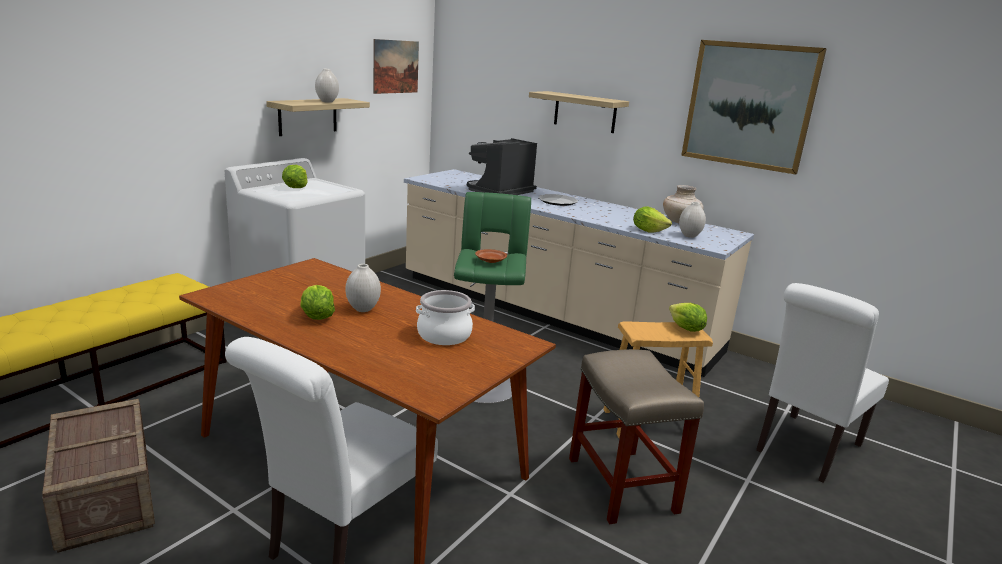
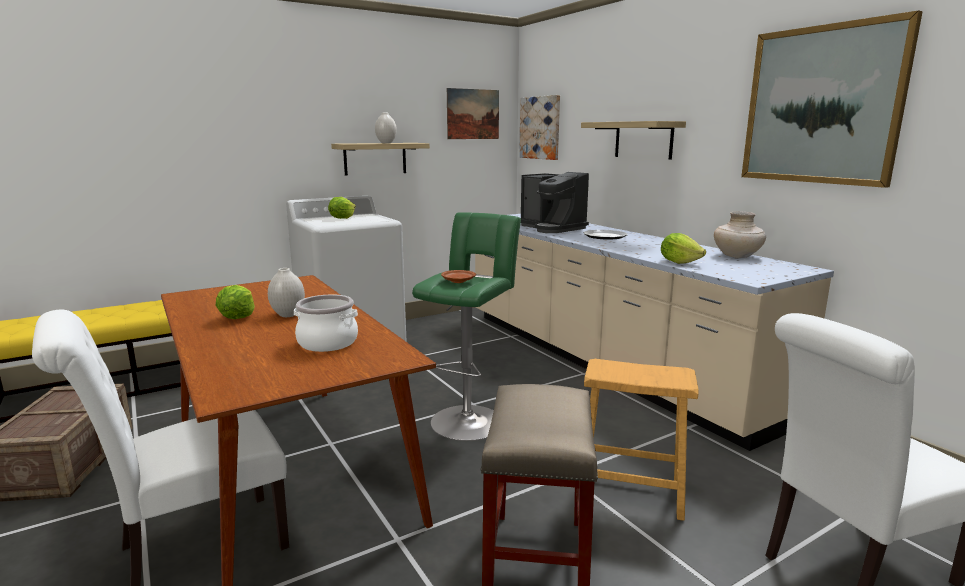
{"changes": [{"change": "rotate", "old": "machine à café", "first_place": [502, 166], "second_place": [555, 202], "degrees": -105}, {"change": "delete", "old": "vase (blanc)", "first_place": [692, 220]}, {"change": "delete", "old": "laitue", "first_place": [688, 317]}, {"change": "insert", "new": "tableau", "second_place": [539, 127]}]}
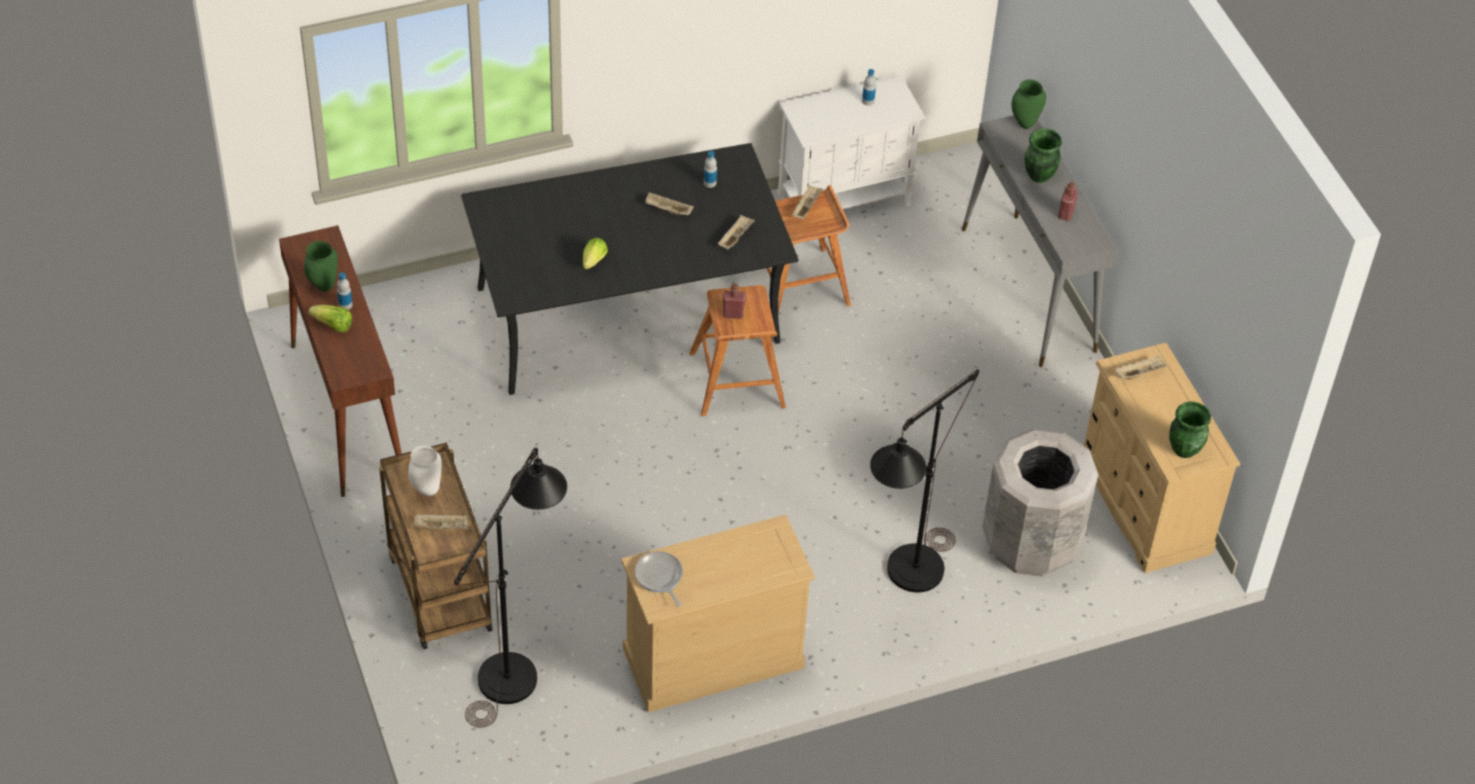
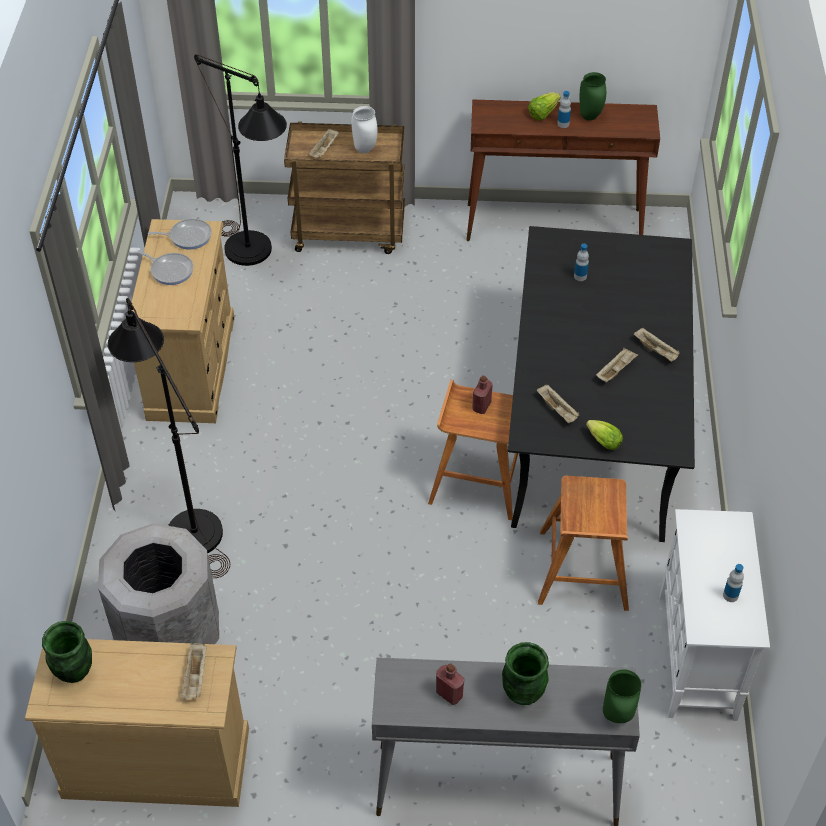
{"changes": [{"change": "move", "old": "bouteille", "first_place": [710, 169], "second_place": [581, 262]}, {"change": "move", "old": "plateau (beige)", "first_place": [807, 202], "second_place": [657, 345]}, {"change": "move", "old": "laitue", "first_place": [595, 254], "second_place": [604, 435]}, {"change": "insert", "new": "poêle", "second_place": [165, 267]}]}
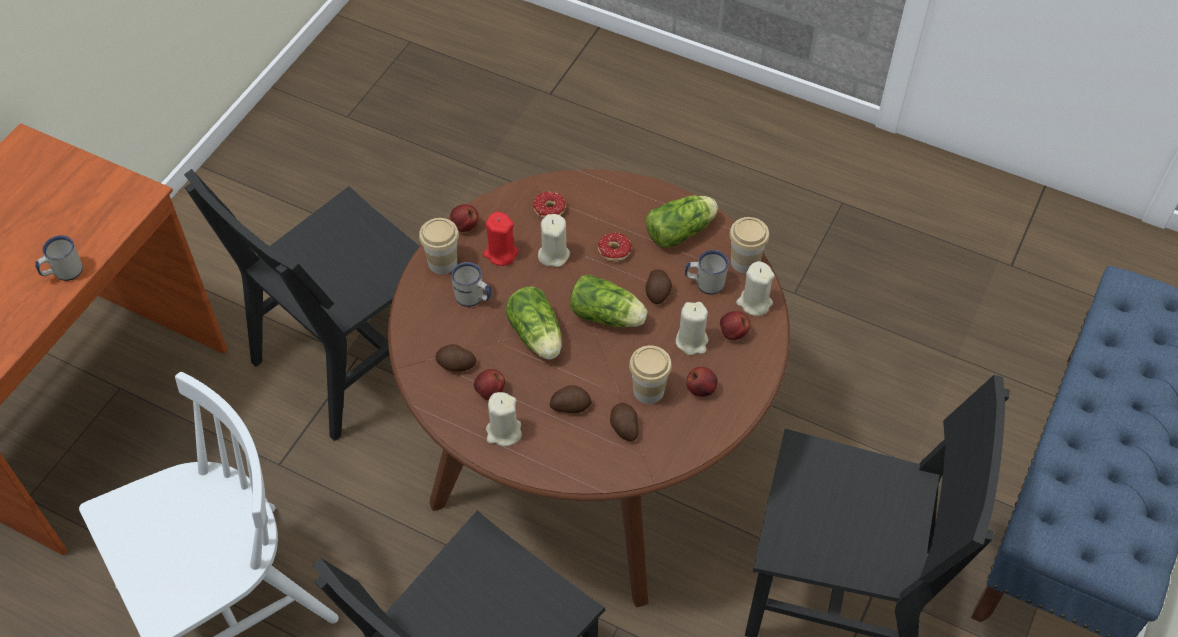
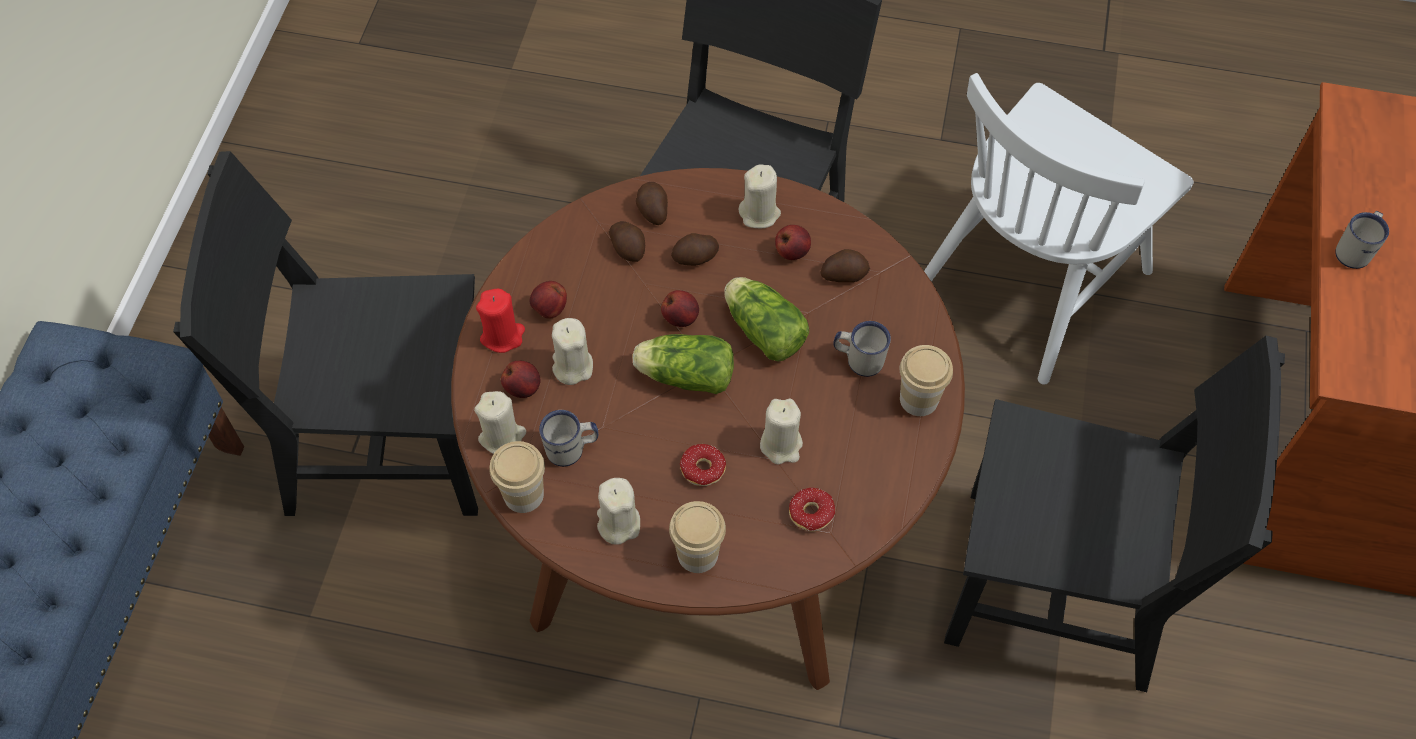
{"changes": [{"change": "rotate", "old": "chaise (noir)", "first_place": [301, 305], "second_place": [1114, 514], "degrees": 75}, {"change": "replace", "old": "laitue", "new": "bougie (beige)", "first_place": [682, 221], "second_place": [618, 511]}, {"change": "move", "old": "pomme", "first_place": [464, 218], "second_place": [680, 308]}, {"change": "move", "old": "bougie (rouge)", "first_place": [501, 239], "second_place": [500, 321]}, {"change": "move", "old": "pomme de terre", "first_place": [659, 286], "second_place": [652, 203]}, {"change": "move", "old": "tasse", "first_place": [650, 374], "second_place": [697, 537]}]}
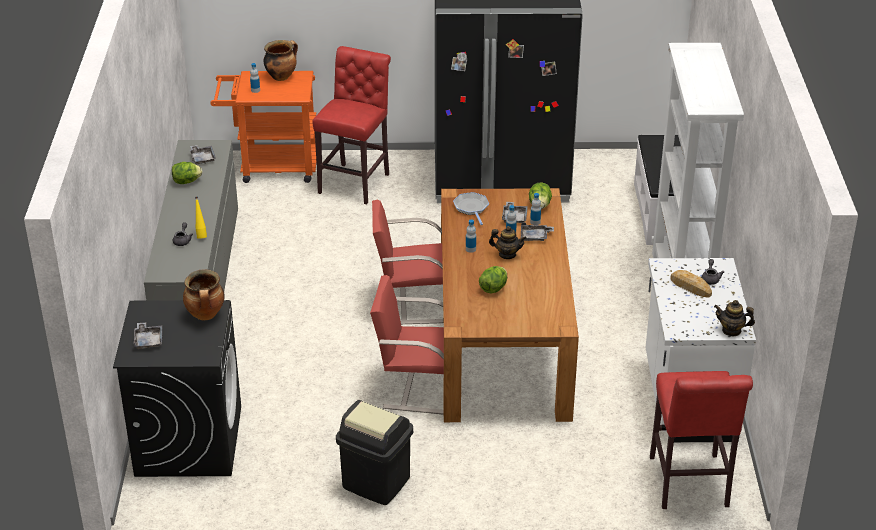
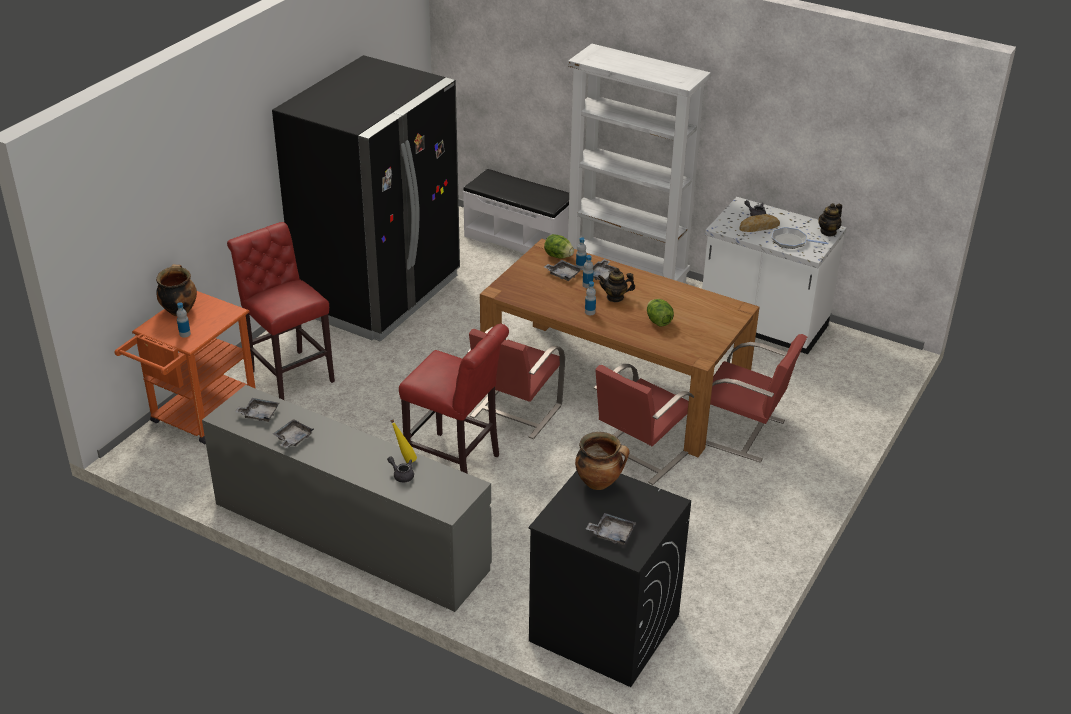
{"changes": [{"change": "replace", "old": "laitue", "new": "plateau (gris)", "first_place": [187, 173], "second_place": [293, 433]}, {"change": "move", "old": "poêle", "first_place": [471, 208], "second_place": [800, 238]}, {"change": "rotate", "old": "théière", "first_place": [508, 242], "second_place": [616, 285], "degrees": -135}, {"change": "move", "old": "tabouret (rouge)", "first_place": [701, 440], "second_place": [454, 399]}, {"change": "delete", "old": "poubelle (noir)", "first_place": [374, 452]}, {"change": "insert", "new": "chaise (rouge)", "second_place": [756, 398]}]}
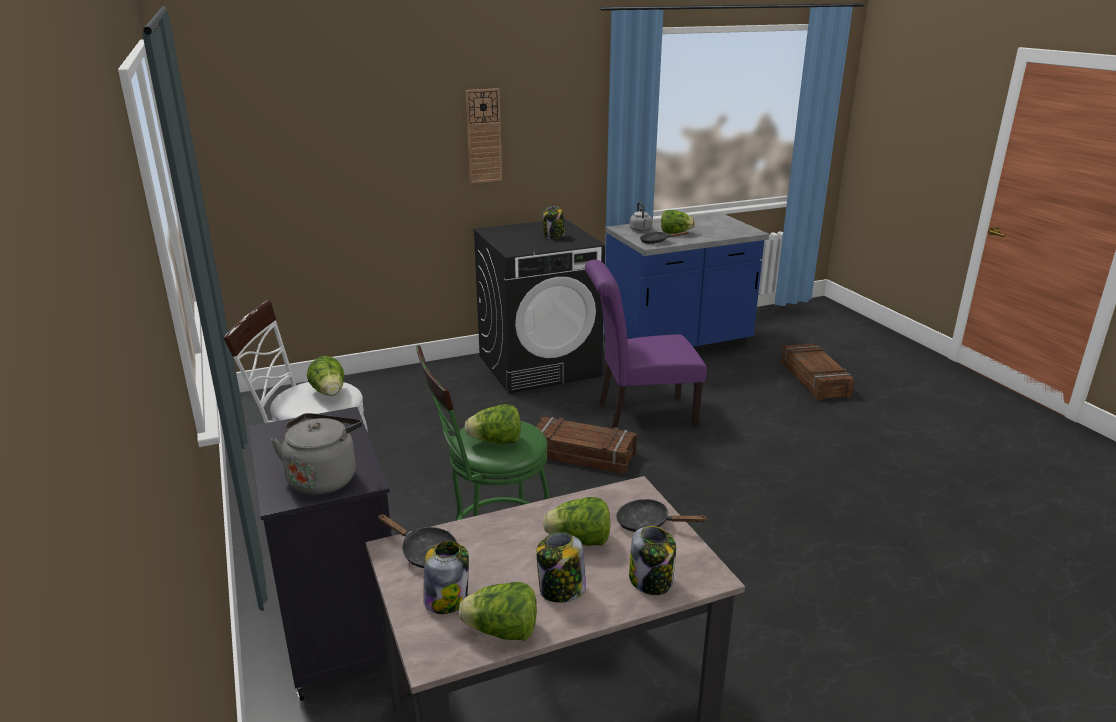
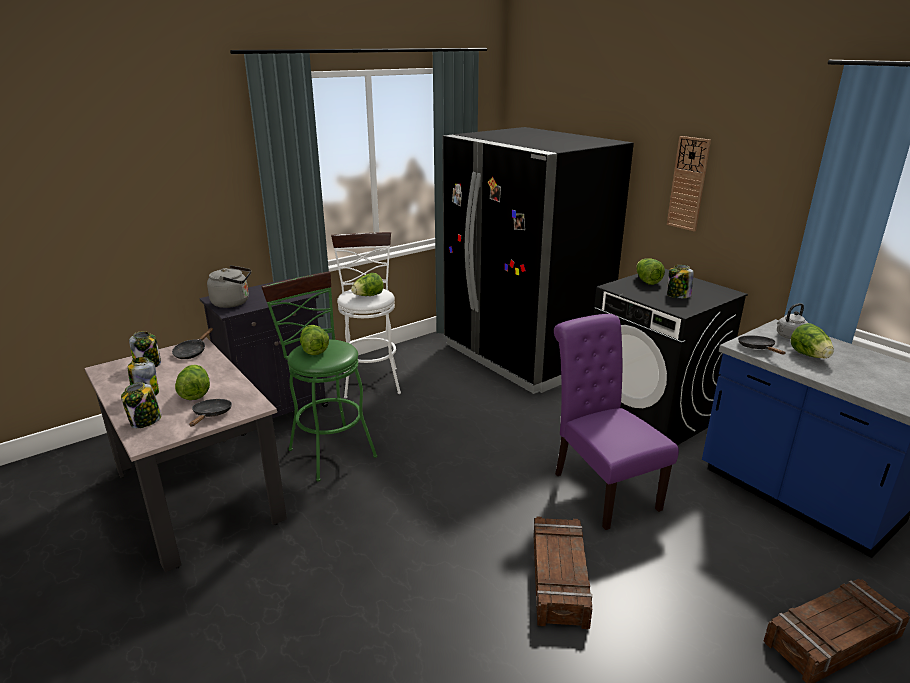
{"changes": [{"change": "move", "old": "caisse", "first_place": [586, 445], "second_place": [562, 573]}, {"change": "move", "old": "laitue", "first_place": [498, 611], "second_place": [650, 271]}, {"change": "insert", "new": "réfrigérateur (noir)", "second_place": [538, 260]}]}
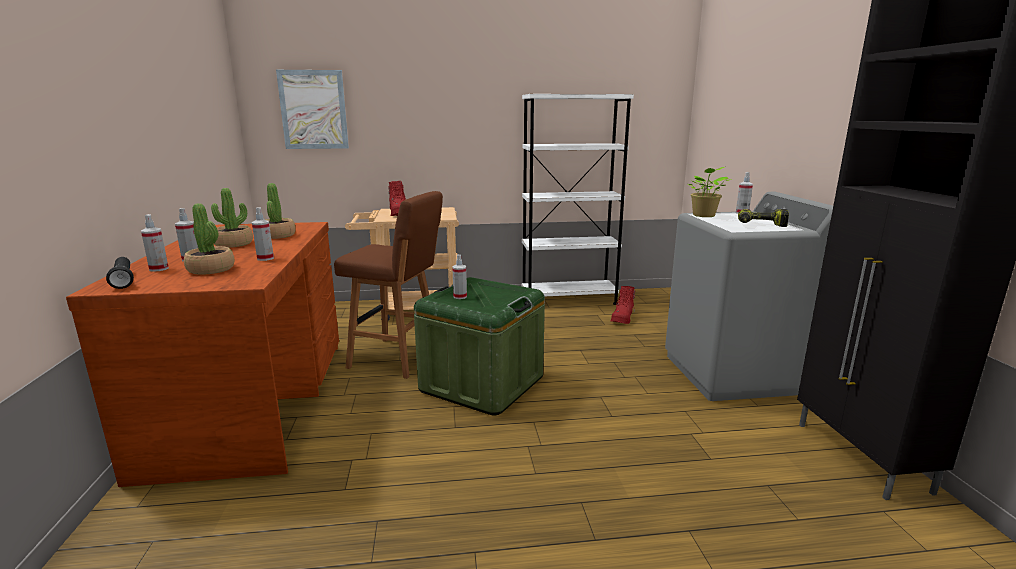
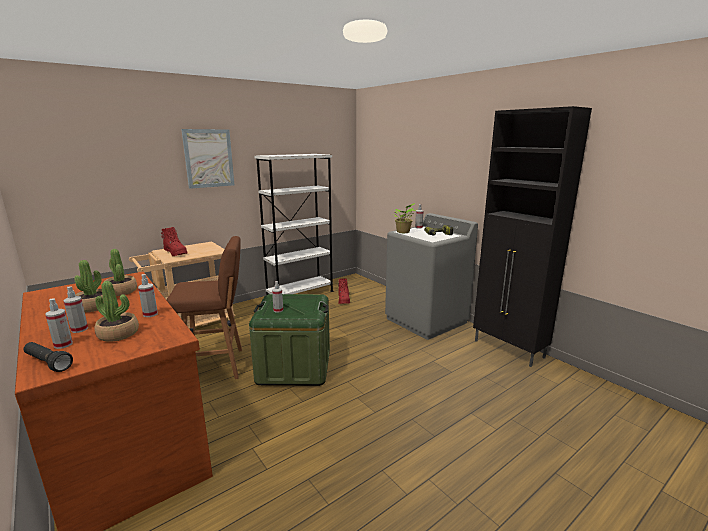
{"changes": [{"change": "move", "old": "tableau", "first_place": [312, 109], "second_place": [207, 159]}]}
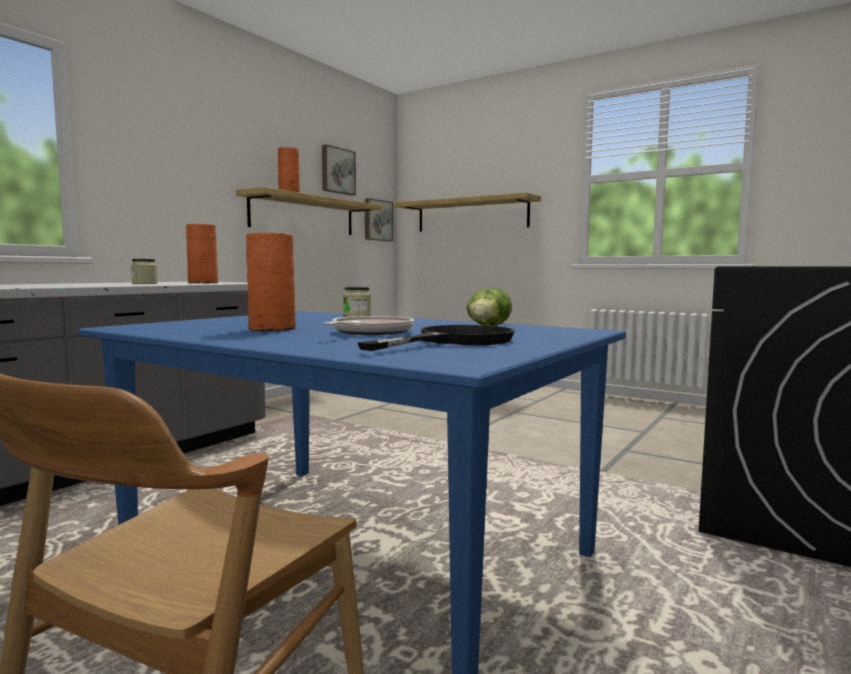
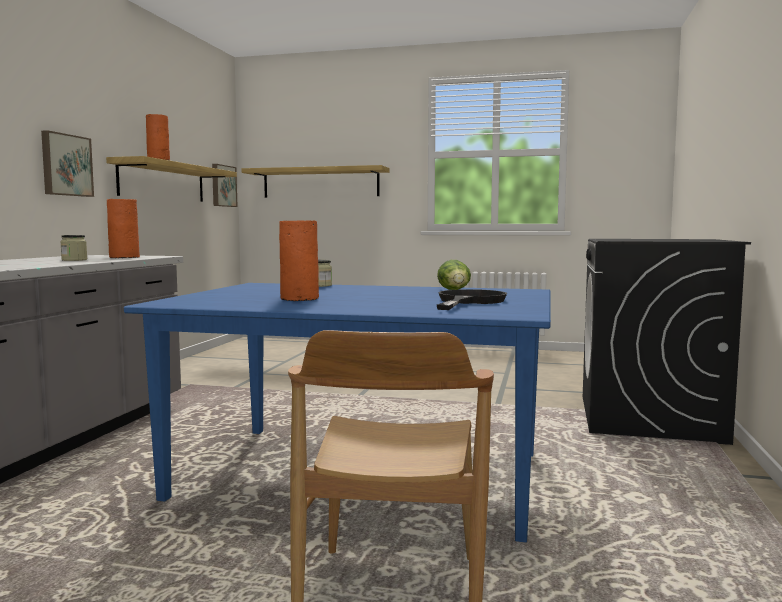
{"changes": [{"change": "move", "old": "tableau", "first_place": [339, 169], "second_place": [67, 163]}, {"change": "delete", "old": "poêle", "first_place": [369, 325]}]}
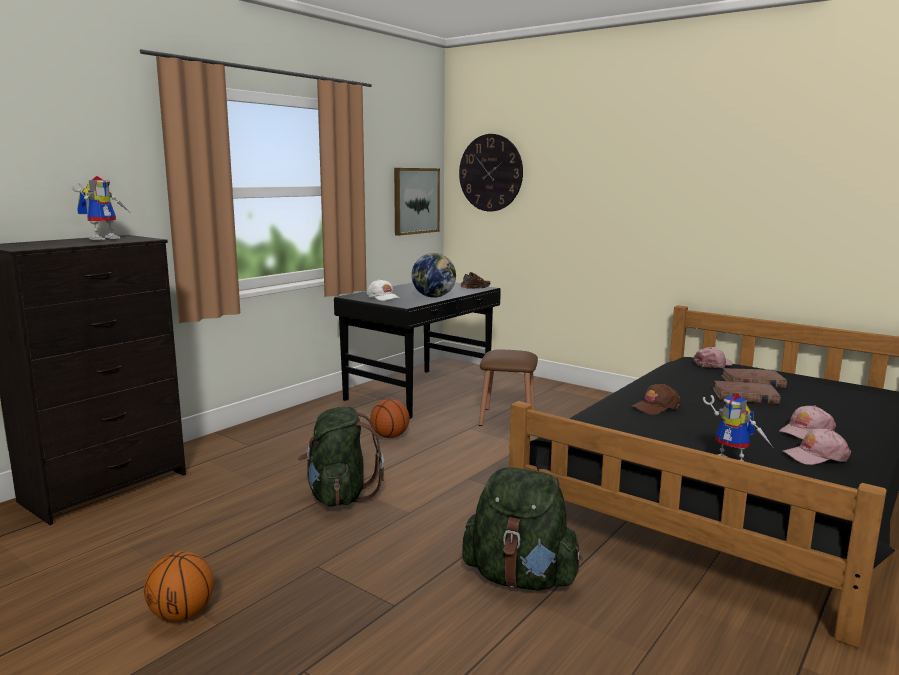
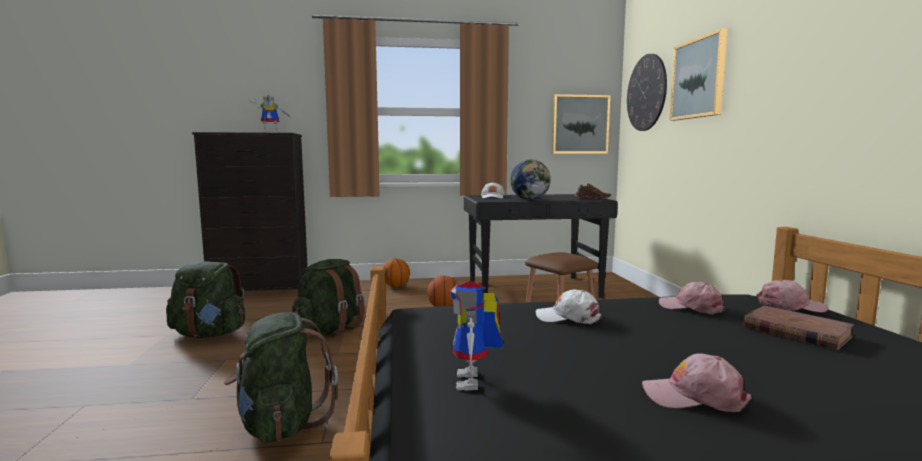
{"changes": [{"change": "delete", "old": "livre (marron)", "first_place": [746, 392]}, {"change": "recolor", "old": "casquette (marron)", "new": "casquette (blanc)", "first_place": [656, 399], "second_place": [568, 307]}, {"change": "move", "old": "casquette (rose)", "first_place": [817, 446], "second_place": [692, 298]}, {"change": "move", "old": "ballon de basket", "first_place": [179, 586], "second_place": [397, 272]}, {"change": "insert", "new": "tableau", "second_place": [698, 74]}, {"change": "insert", "new": "sac à dos (vert)", "second_place": [205, 299]}]}
